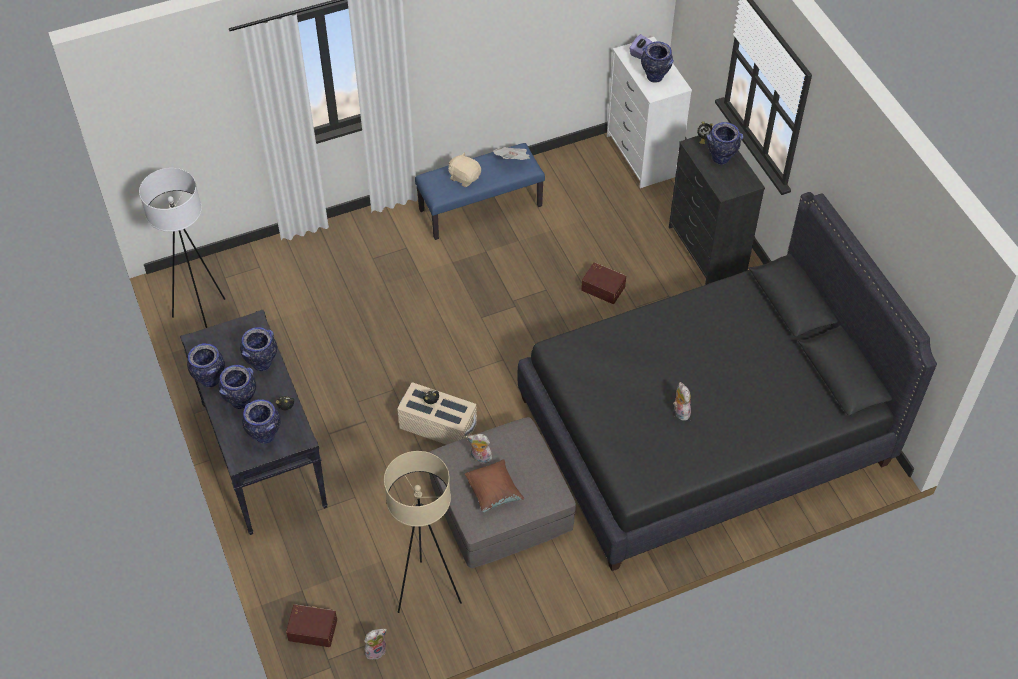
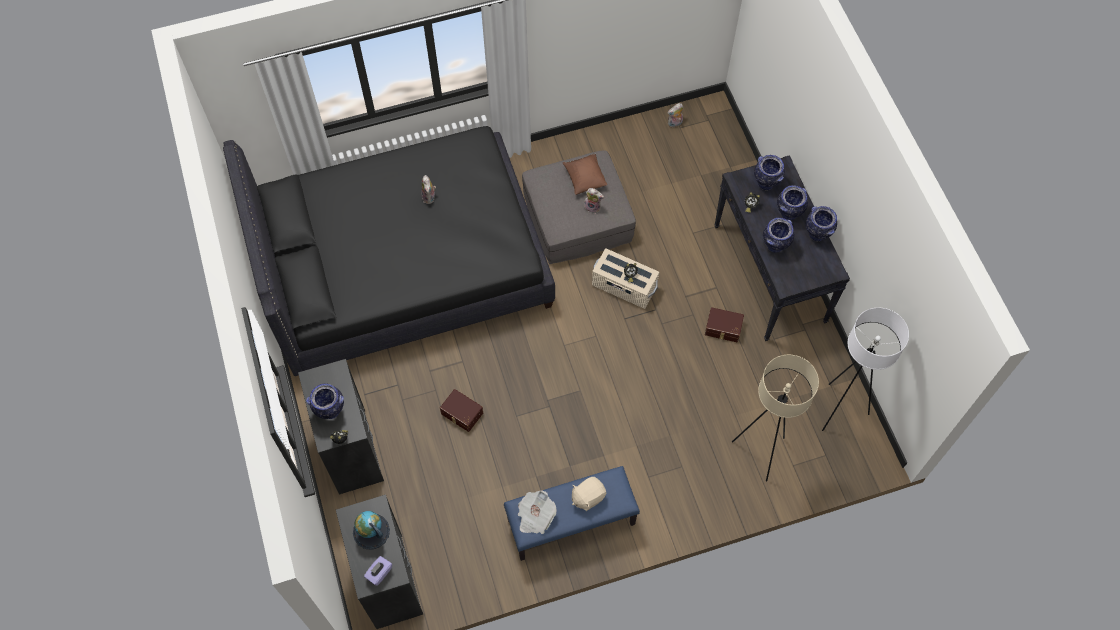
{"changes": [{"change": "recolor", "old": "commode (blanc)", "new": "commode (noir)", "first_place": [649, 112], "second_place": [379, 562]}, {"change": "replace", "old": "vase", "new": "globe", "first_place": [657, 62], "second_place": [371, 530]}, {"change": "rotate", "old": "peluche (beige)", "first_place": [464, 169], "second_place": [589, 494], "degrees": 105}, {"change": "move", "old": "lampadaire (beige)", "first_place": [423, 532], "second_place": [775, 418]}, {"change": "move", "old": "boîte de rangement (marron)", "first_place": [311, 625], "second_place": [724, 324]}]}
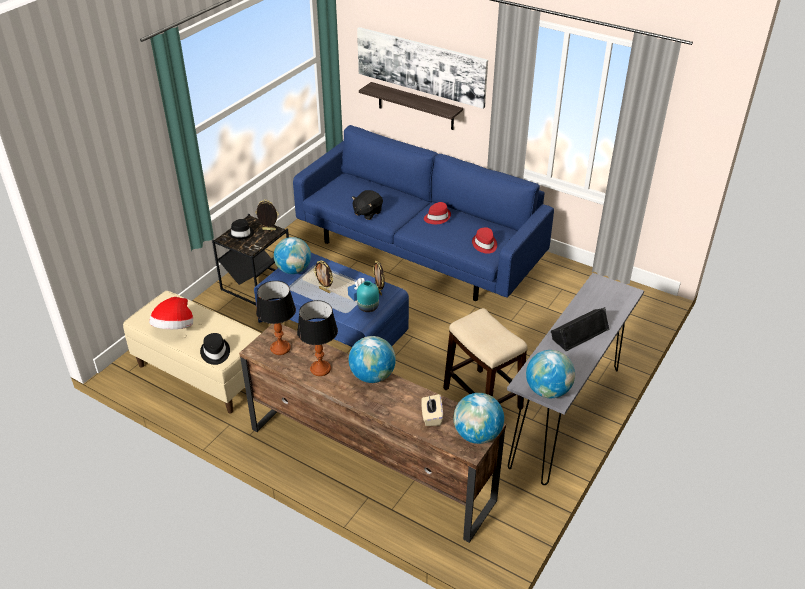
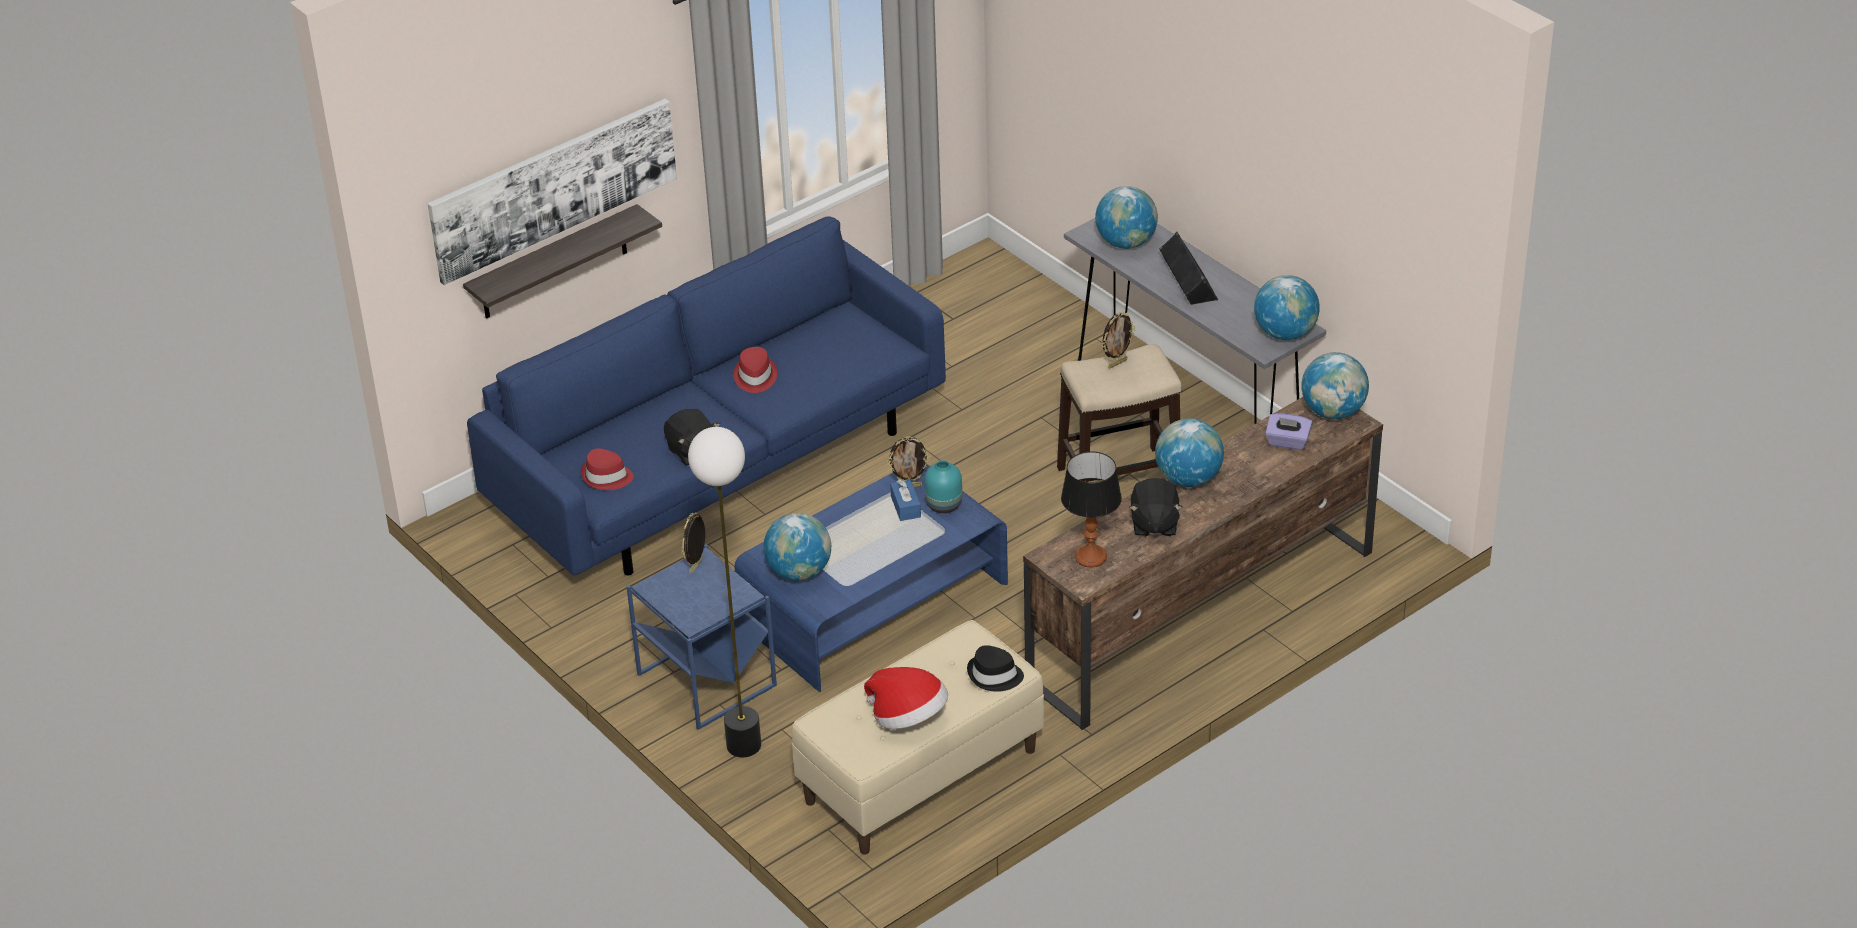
{"changes": [{"change": "recolor", "old": "table d'appoint (noir)", "new": "table d'appoint (bleu)", "first_place": [250, 259], "second_place": [701, 637]}, {"change": "delete", "old": "chapeau (noir)", "first_place": [241, 229]}, {"change": "move", "old": "chapeau (rouge)", "first_place": [484, 240], "second_place": [607, 469]}, {"change": "move", "old": "cadre photo", "first_place": [323, 276], "second_place": [1118, 340]}, {"change": "replace", "old": "lampe de table", "new": "peluche (noir)", "first_place": [317, 338], "second_place": [1156, 507]}, {"change": "recolor", "old": "boîte à mouchoirs (beige)", "new": "boîte à mouchoirs (violet)", "first_place": [432, 410], "second_place": [1288, 431]}, {"change": "insert", "new": "globe", "second_place": [1126, 217]}, {"change": "insert", "new": "lampadaire", "second_place": [724, 592]}]}
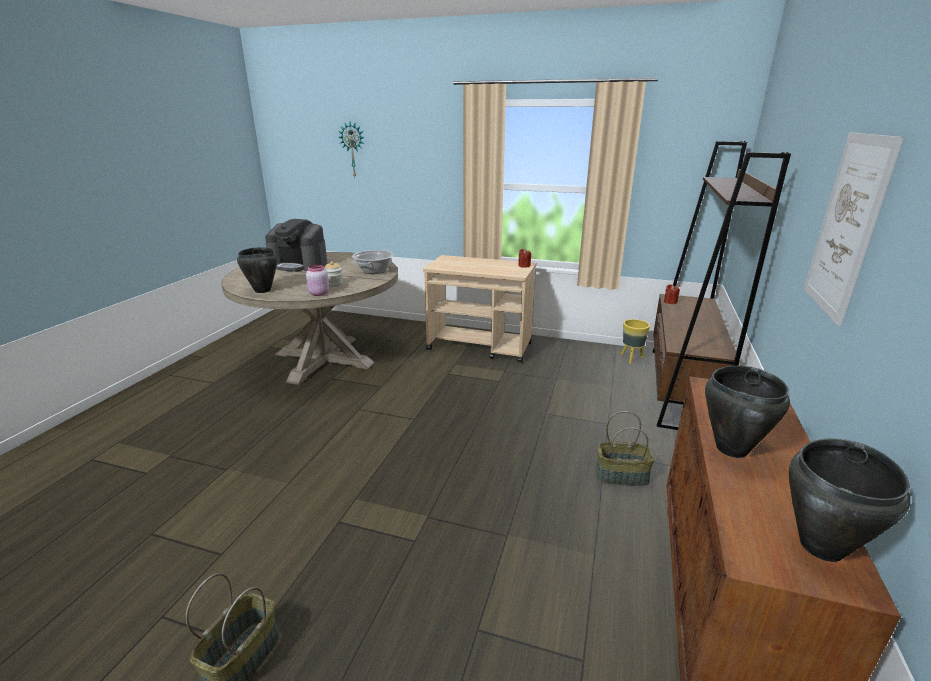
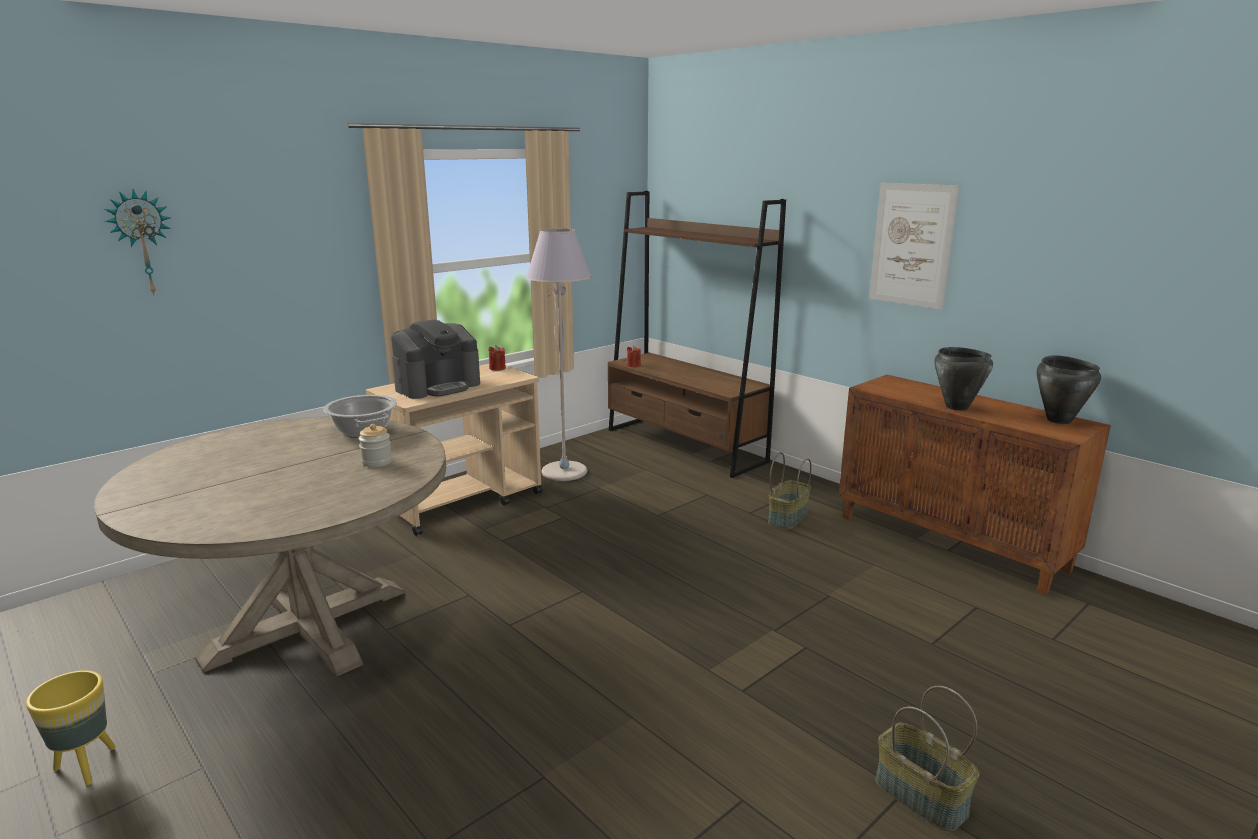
{"changes": [{"change": "move", "old": "machine à café", "first_place": [296, 245], "second_place": [435, 359]}, {"change": "delete", "old": "marmite (noir)", "first_place": [257, 270]}, {"change": "delete", "old": "bocal (rose)", "first_place": [317, 280]}, {"change": "move", "old": "cache-pot (jaune)", "first_place": [635, 341], "second_place": [71, 727]}, {"change": "insert", "new": "lampadaire (gris)", "second_place": [559, 354]}]}
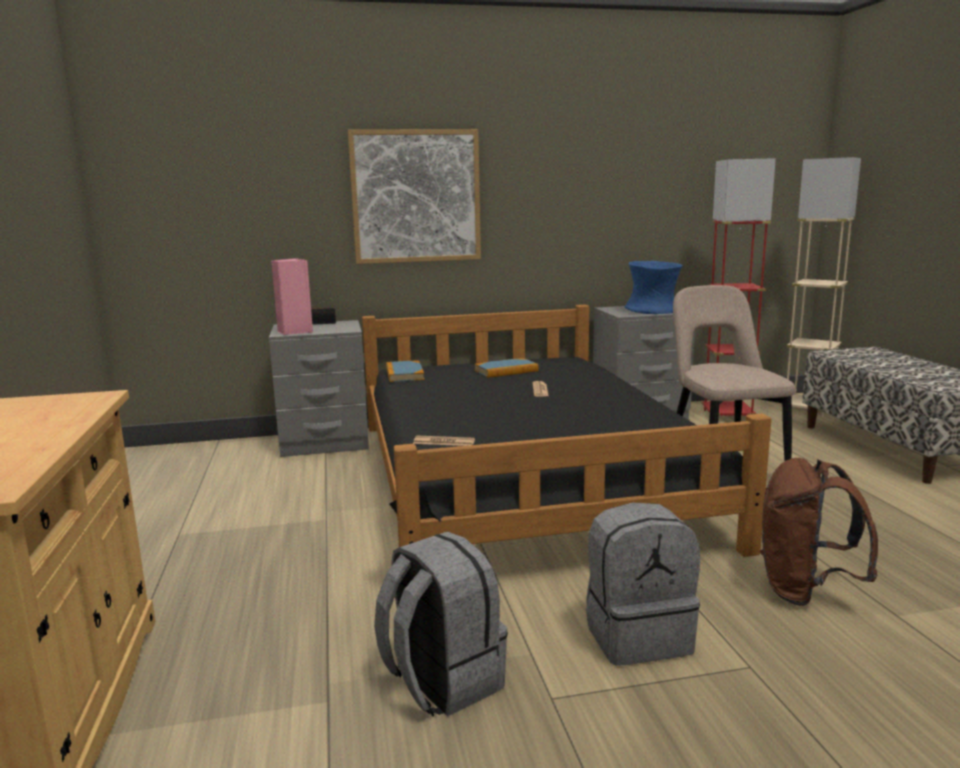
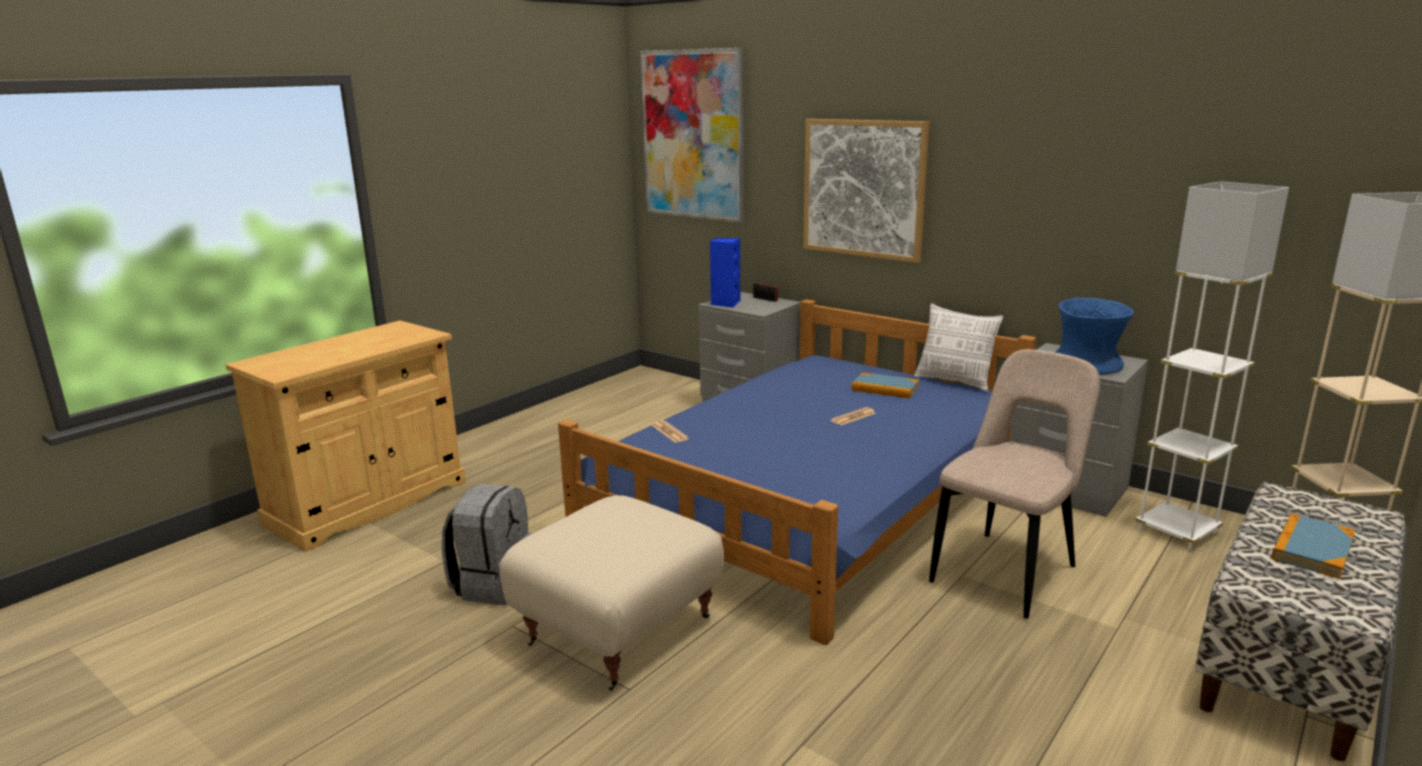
{"changes": [{"change": "recolor", "old": "lampadaire (rouge)", "new": "lampadaire (blanc)", "first_place": [739, 287], "second_place": [1212, 365]}, {"change": "recolor", "old": "enceinte (rose)", "new": "enceinte (bleu)", "first_place": [292, 296], "second_place": [725, 273]}, {"change": "recolor", "old": "lit (noir)", "new": "lit (bleu)", "first_place": [567, 431], "second_place": [797, 472]}, {"change": "move", "old": "livre", "first_place": [405, 371], "second_place": [1313, 546]}, {"change": "delete", "old": "sac à dos (marron)", "first_place": [819, 532]}, {"change": "replace", "old": "sac à dos (gris)", "new": "pouf (beige)", "first_place": [643, 584], "second_place": [611, 593]}, {"change": "insert", "new": "tableau", "second_place": [692, 135]}, {"change": "insert", "new": "coussin", "second_place": [958, 347]}]}
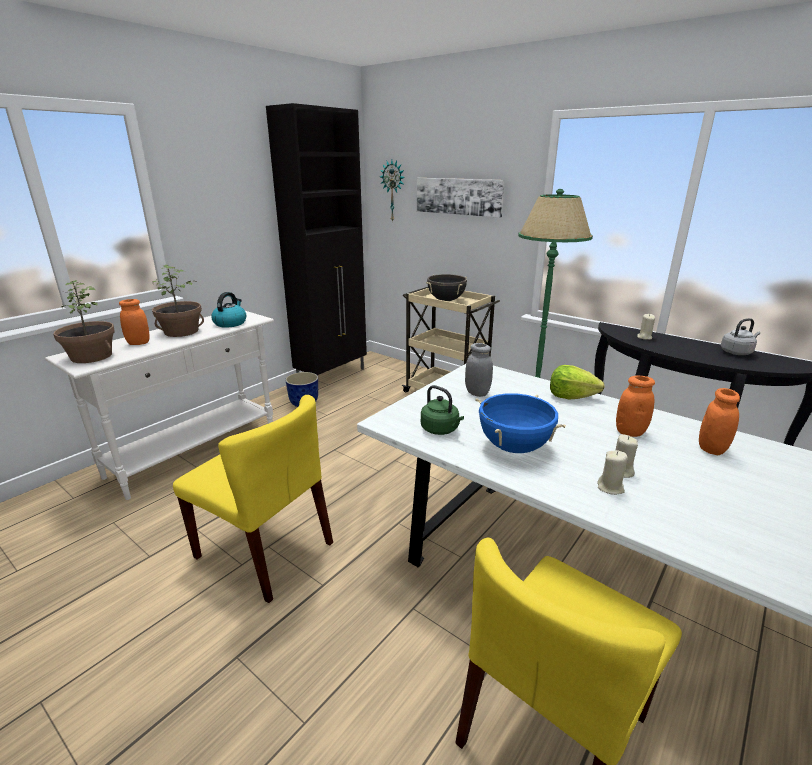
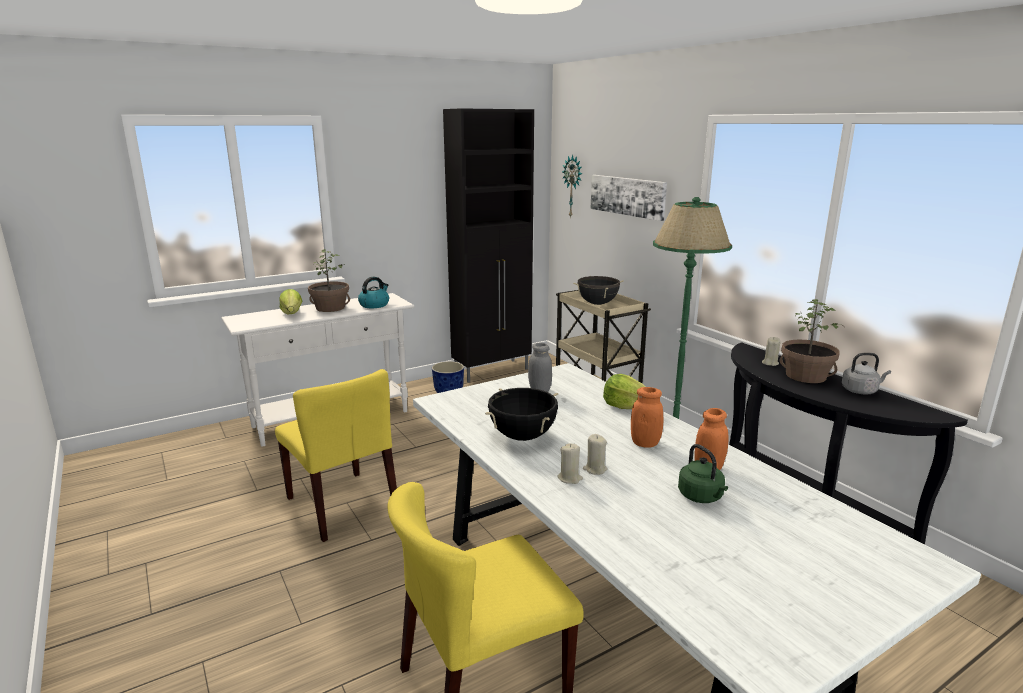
{"changes": [{"change": "move", "old": "plante en pot", "first_place": [83, 321], "second_place": [811, 341]}, {"change": "replace", "old": "bocal (orange)", "new": "laitue", "first_place": [134, 322], "second_place": [290, 301]}, {"change": "move", "old": "bouilloire (vert)", "first_place": [442, 410], "second_place": [703, 473]}, {"change": "recolor", "old": "marmite (bleu)", "new": "marmite (noir)", "first_place": [520, 423], "second_place": [521, 414]}]}
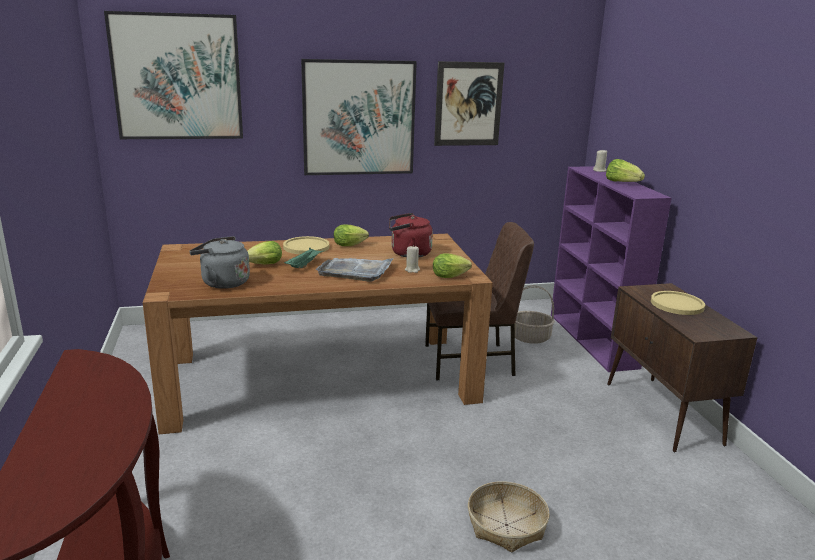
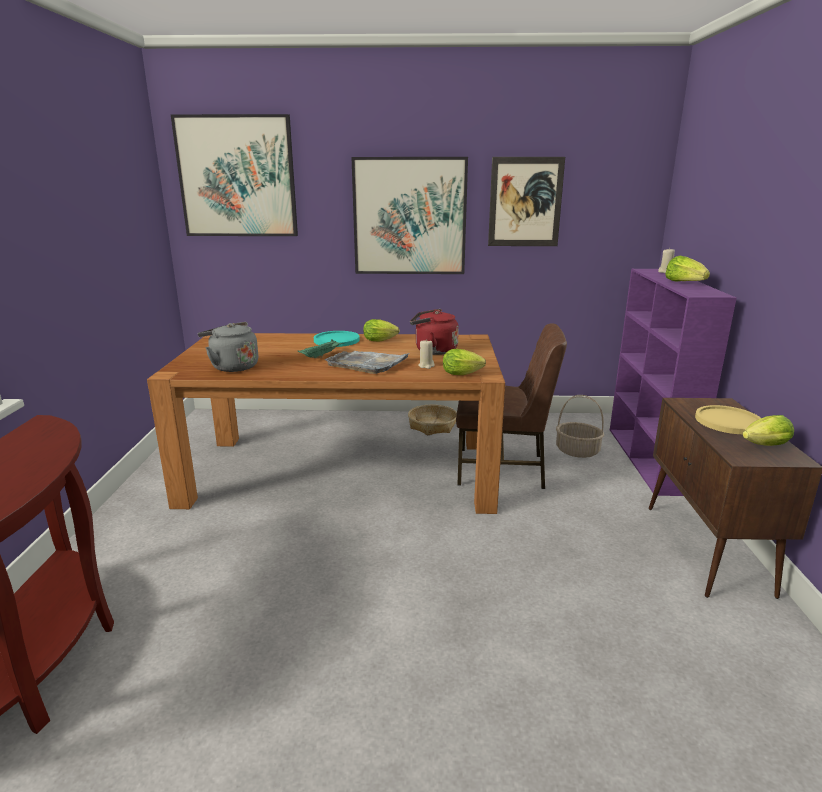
{"changes": [{"change": "recolor", "old": "assiette (jaune)", "new": "assiette (turquoise)", "first_place": [306, 245], "second_place": [337, 339]}, {"change": "move", "old": "laitue", "first_place": [264, 252], "second_place": [768, 430]}, {"change": "move", "old": "panier", "first_place": [509, 516], "second_place": [432, 420]}]}
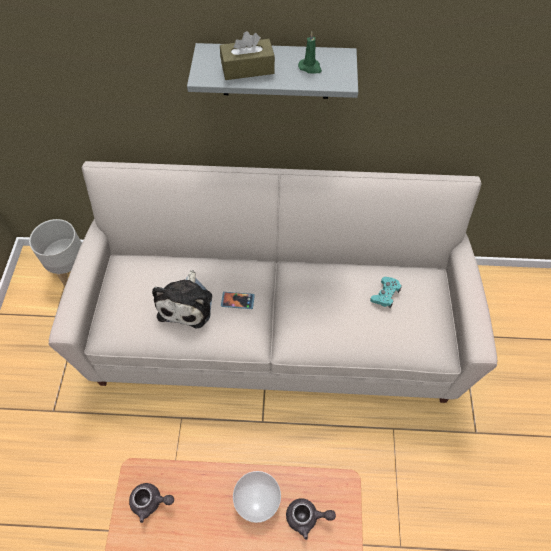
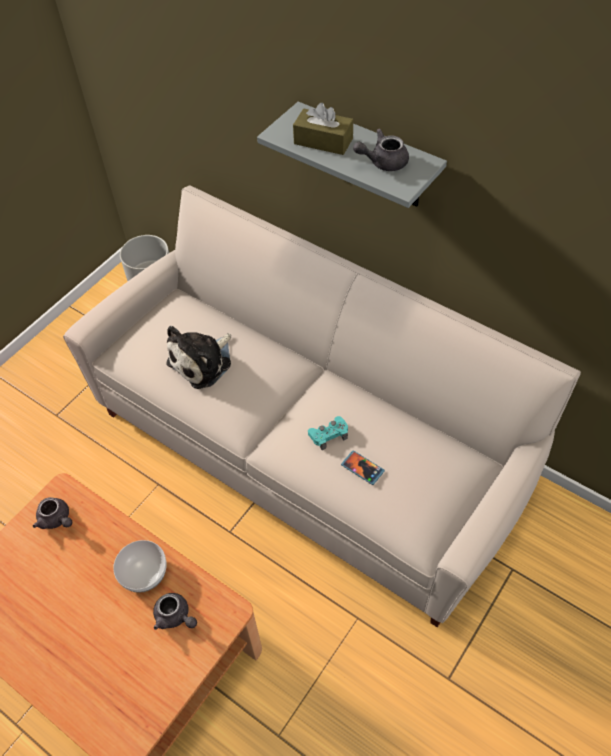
{"changes": [{"change": "replace", "old": "bougie (vert)", "new": "théière (gris)", "first_place": [310, 53], "second_place": [381, 149]}, {"change": "move", "old": "manette (turquoise)", "first_place": [386, 292], "second_place": [328, 433]}, {"change": "move", "old": "téléphone", "first_place": [238, 300], "second_place": [363, 468]}]}
